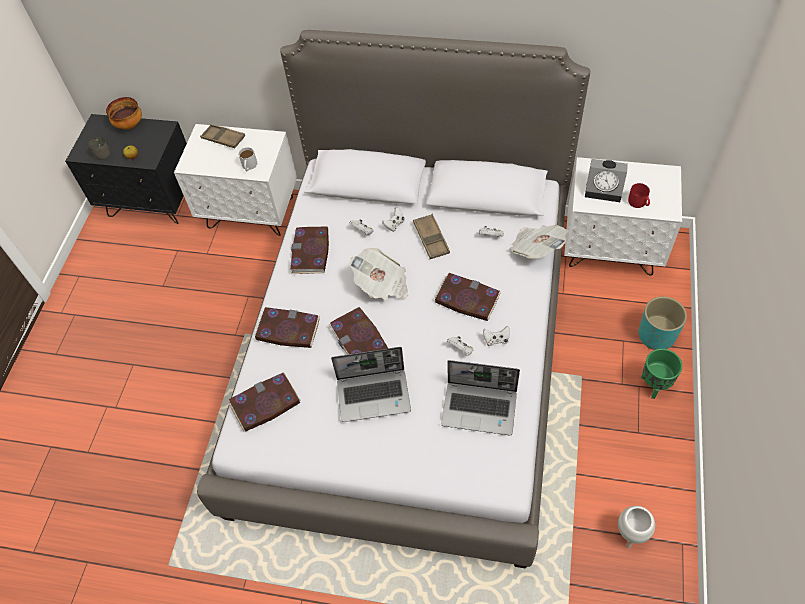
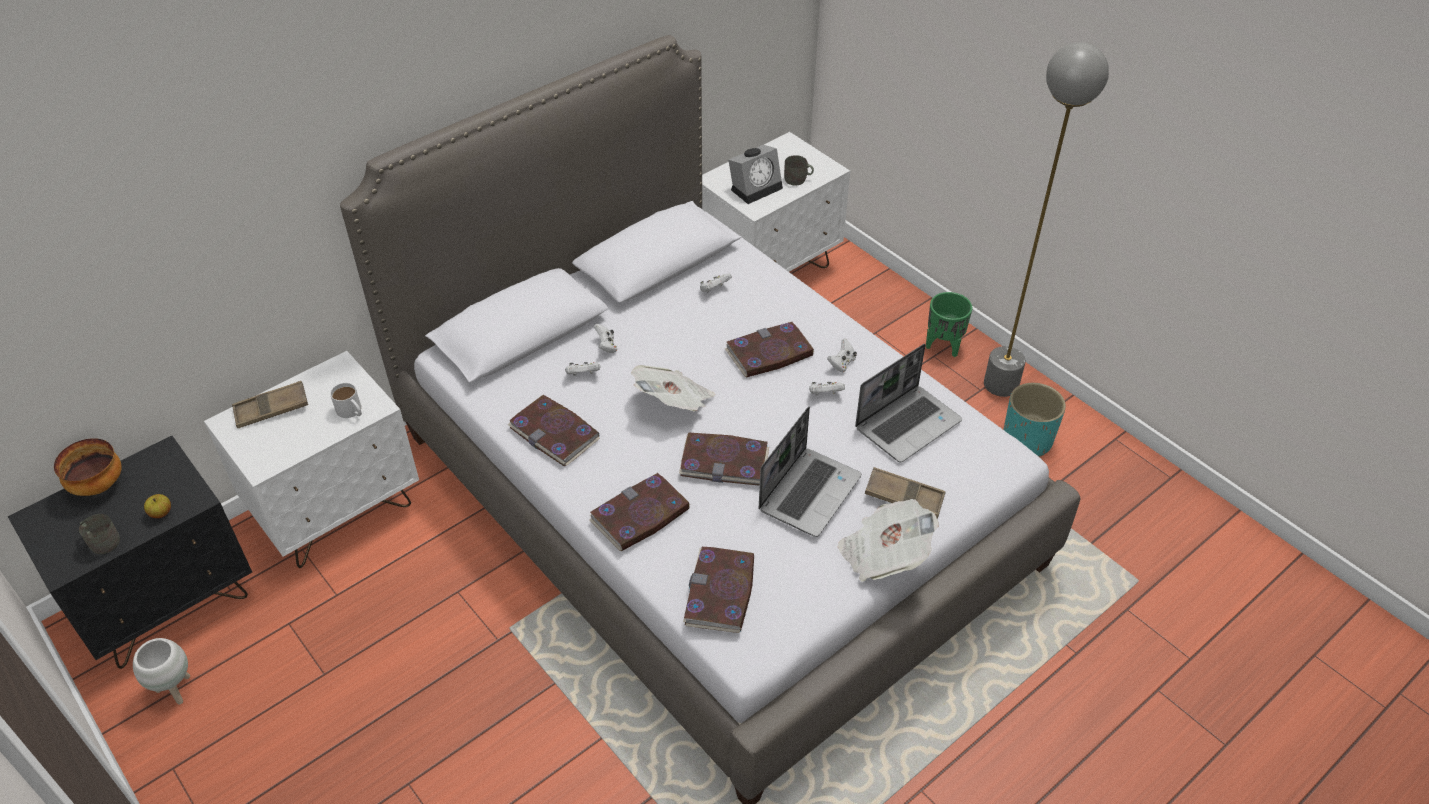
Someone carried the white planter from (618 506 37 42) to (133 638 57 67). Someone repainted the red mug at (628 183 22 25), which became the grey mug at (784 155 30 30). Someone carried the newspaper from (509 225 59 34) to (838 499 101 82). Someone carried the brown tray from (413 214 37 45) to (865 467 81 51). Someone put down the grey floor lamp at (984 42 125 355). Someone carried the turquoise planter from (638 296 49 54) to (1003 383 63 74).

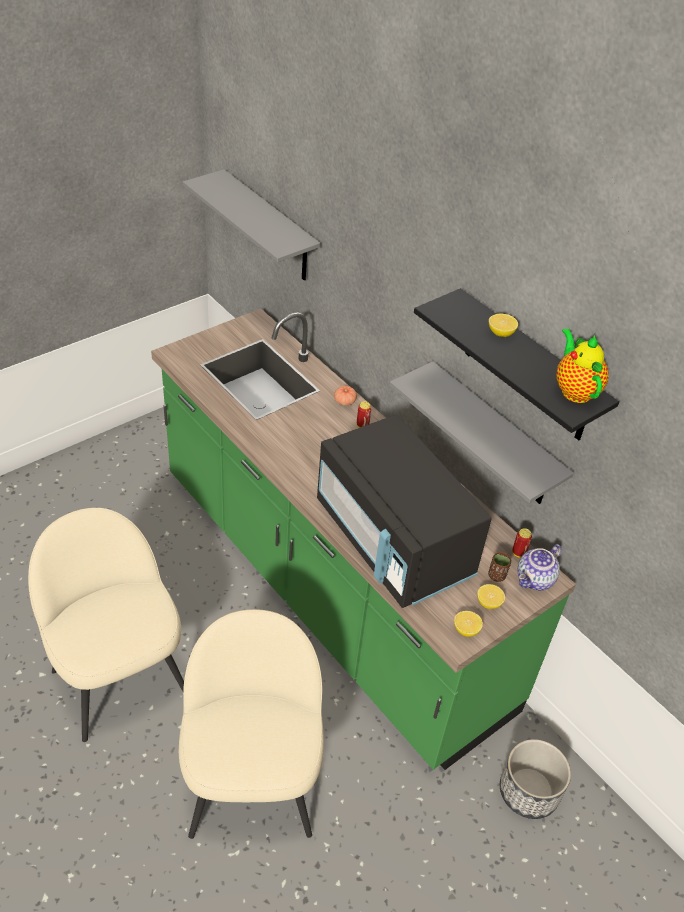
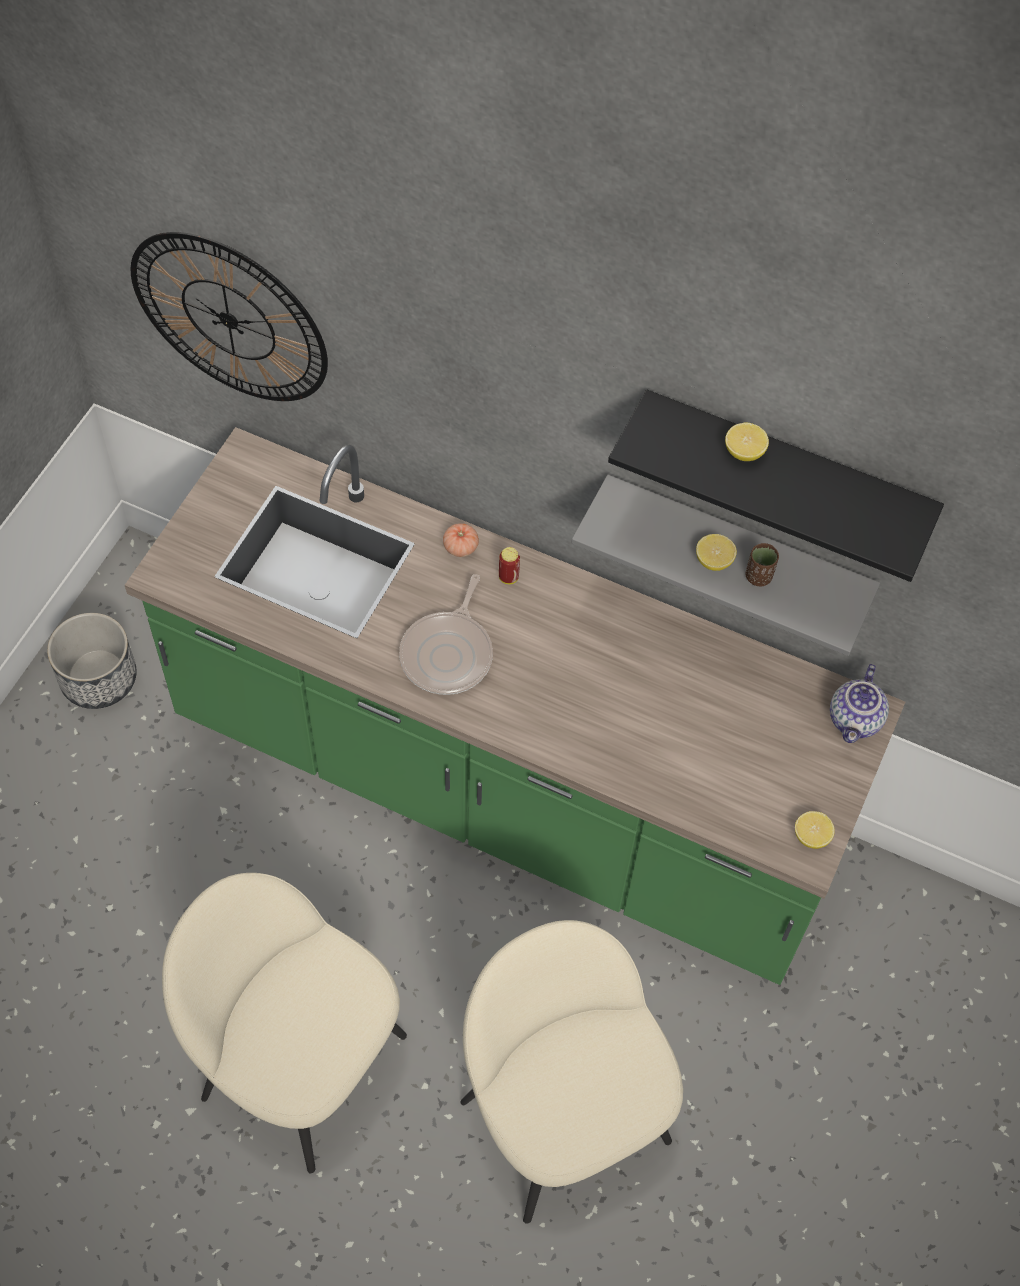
Someone carried the planter from (500 739 71 80) to (47 613 90 96). Someone swapped the grey shelf at (183 169 137 112) for the wall clock at (131 232 197 169). Someone put down the frying pan at (399 574 94 121). Someone carried the lemon from (477 584 28 25) to (696 534 41 37). Someone carried the brown cup from (488 552 24 30) to (746 543 33 43). Someone took away the black microwave at (317 415 174 193). Someone took away the can at (512 528 20 30). Someone took away the teapot at (556 329 53 74).

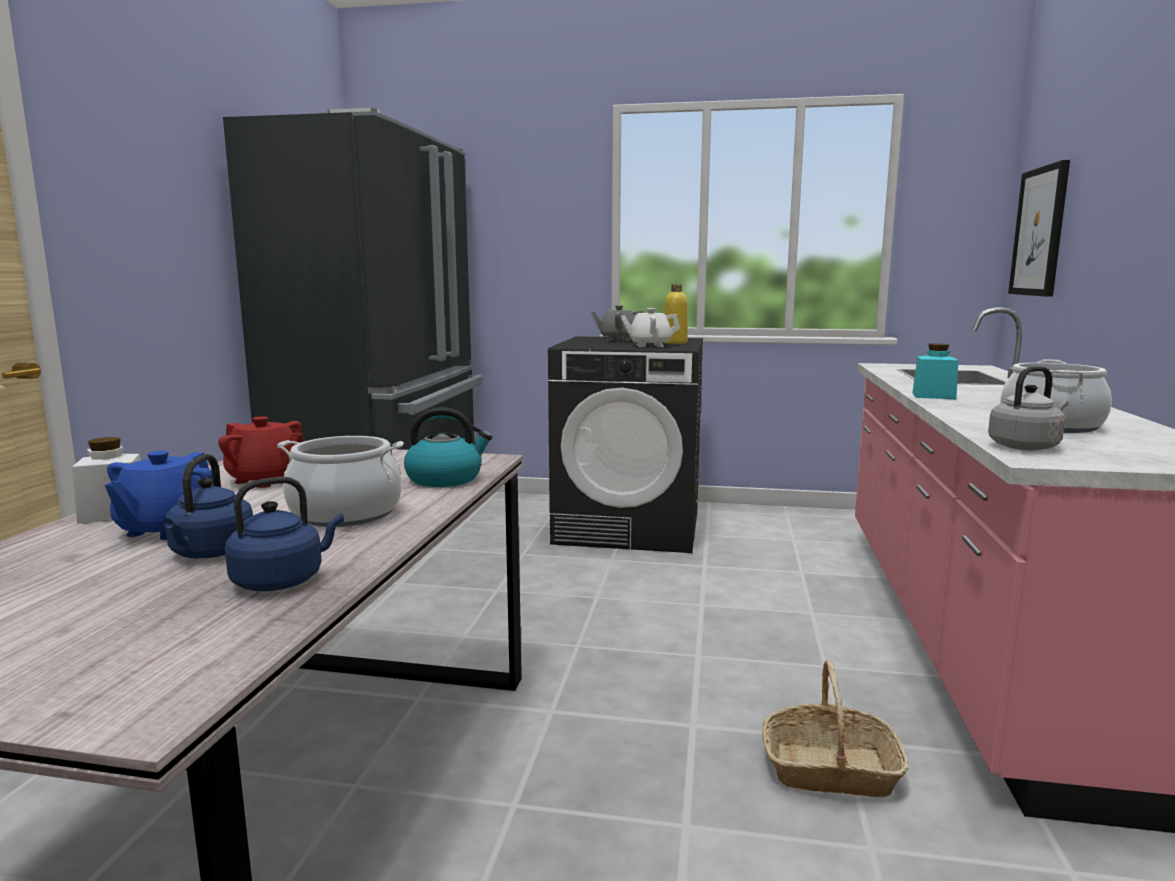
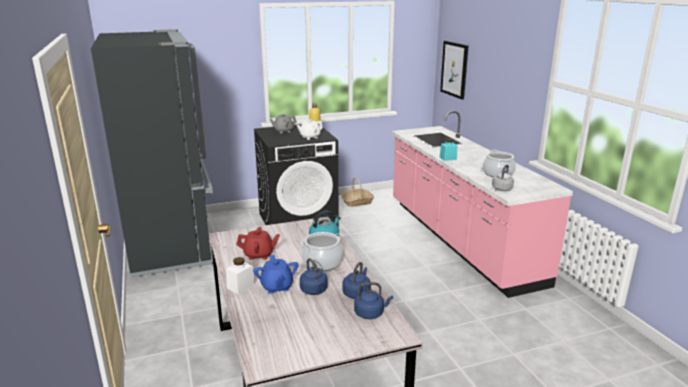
Someone carried the basket from (762 660 147 137) to (341 177 33 30). Someone put down the blue kettle at (354 282 39 37).

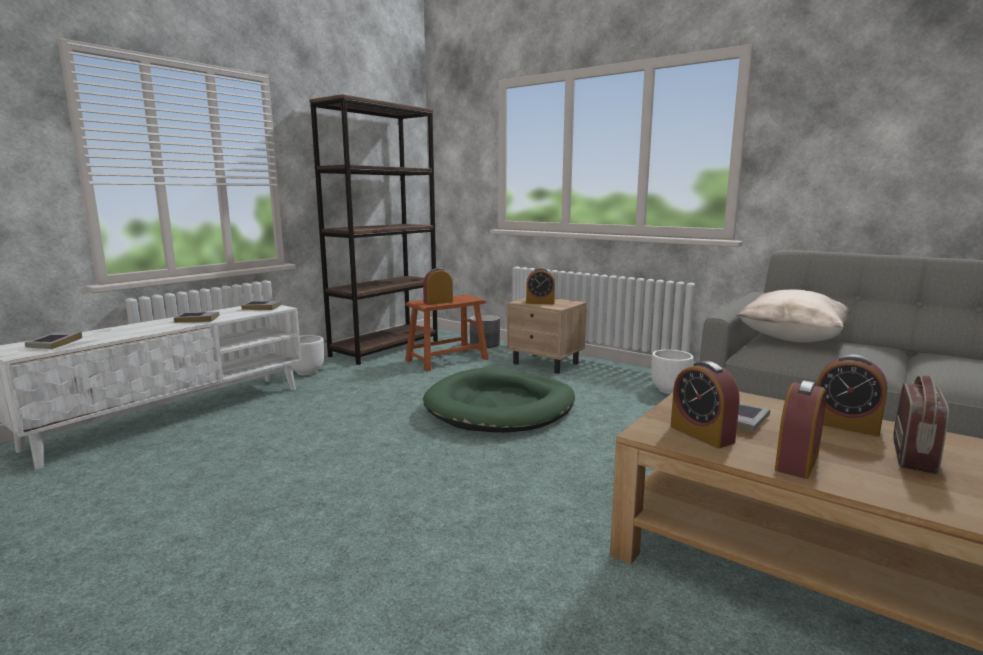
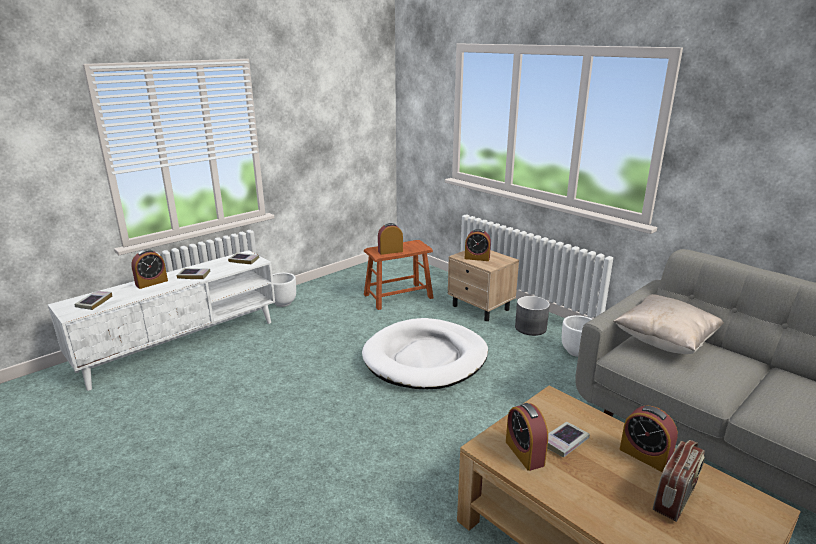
Someone carried the alarm clock from (775 380 51 99) to (131 249 37 40). Someone repainted the green dog bed at (423 368 152 64), which became the white dog bed at (362 318 126 71). Someone carried the grey planter from (470 315 30 33) to (515 296 35 40). Someone took away the brown bookcase at (309 94 129 271).

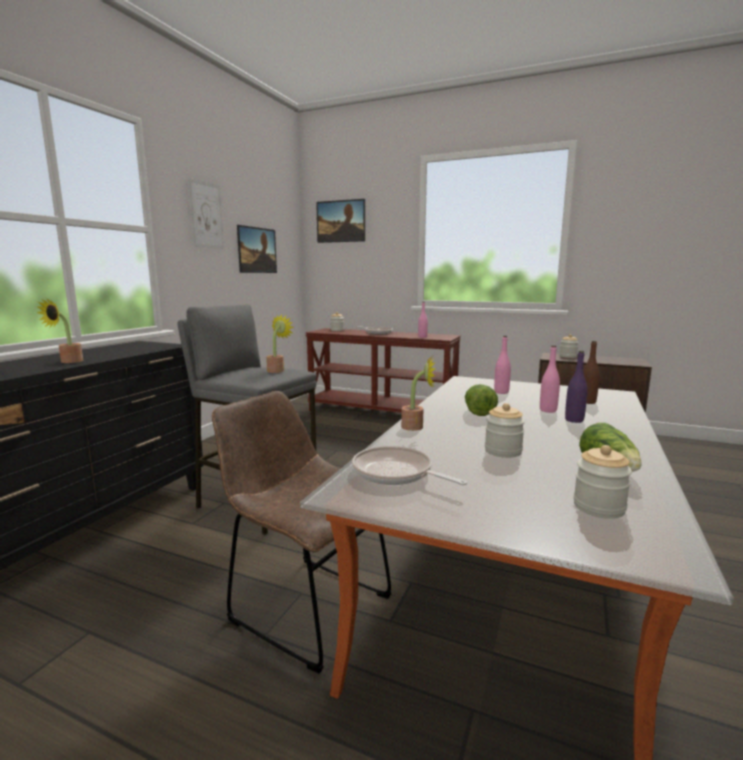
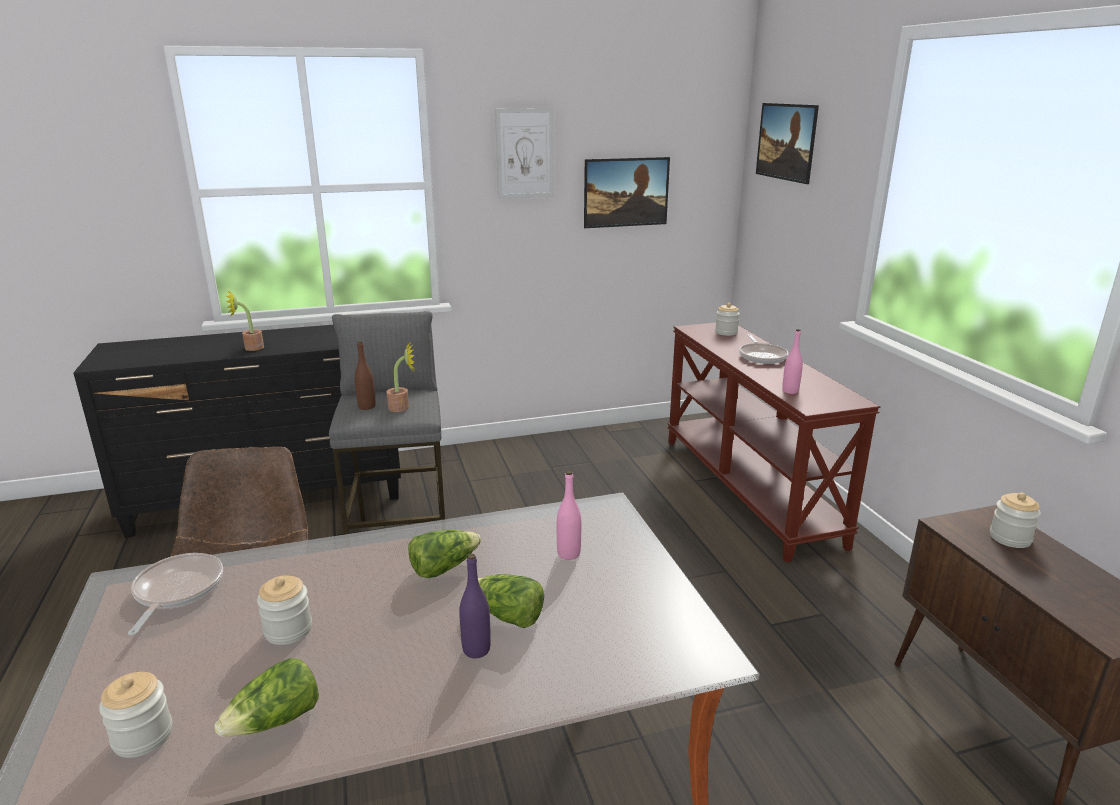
Someone carried the brown bottle from (583 341 17 63) to (355 341 21 69). Someone swapped the pink bottle at (540 345 20 68) for the lettuce at (478 574 66 54). Someone took away the potted plant at (401 357 35 74).

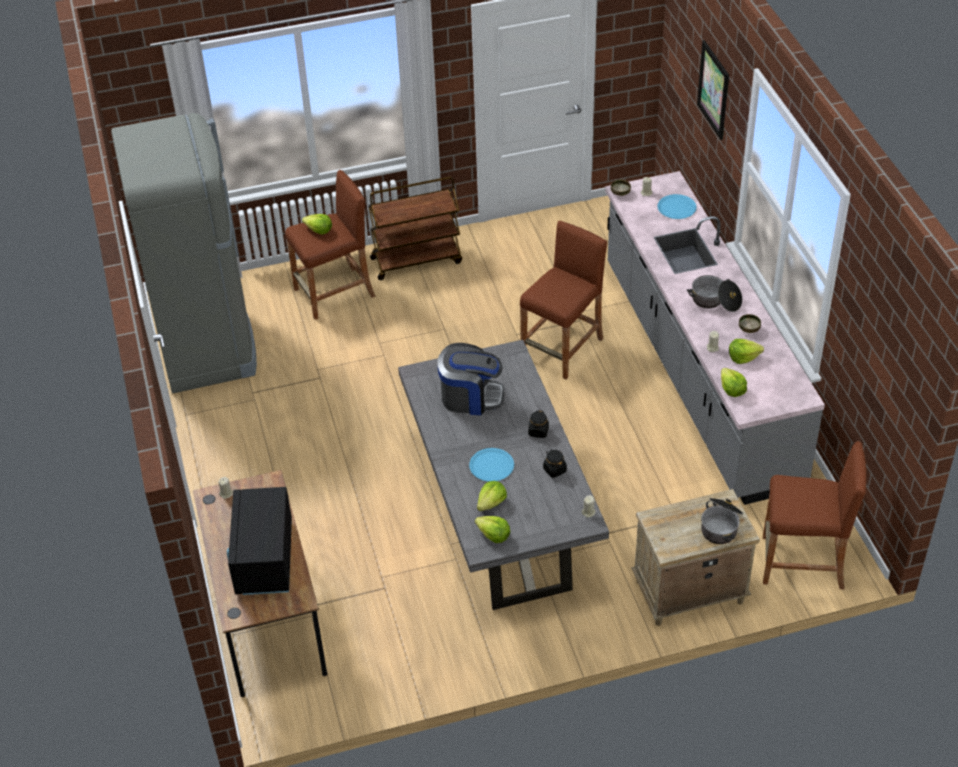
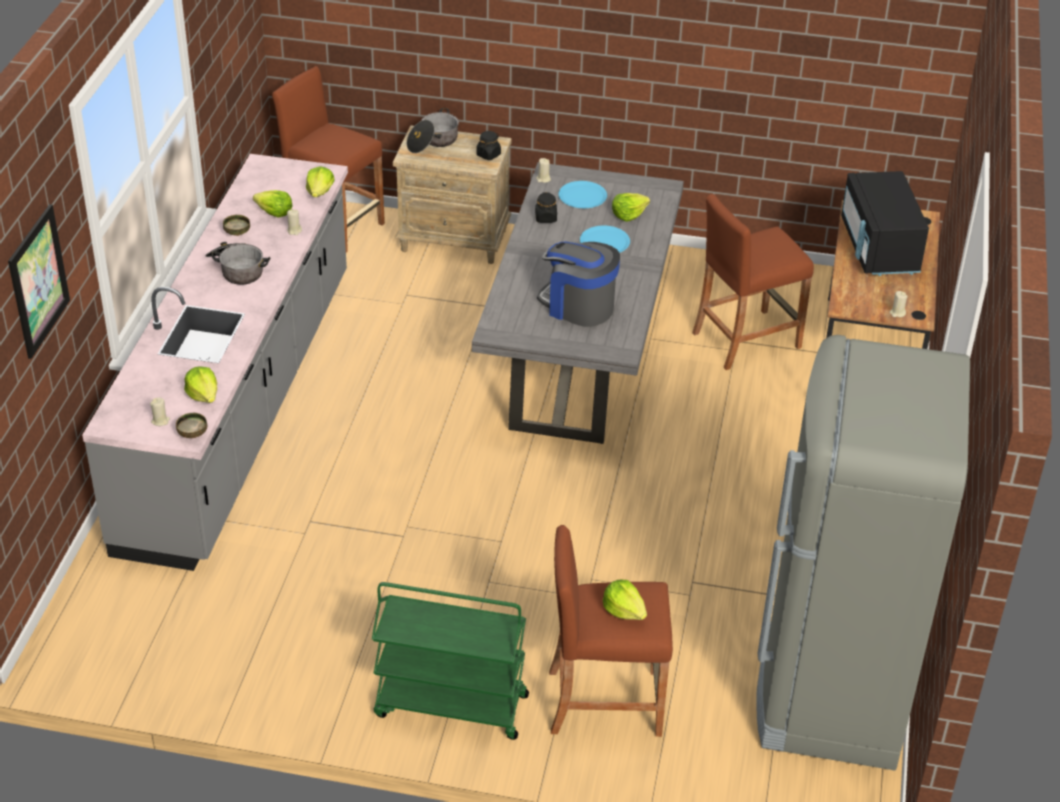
Someone carried the lettuce from (475 516 35 27) to (184 366 33 37). Someone repainted the brown cart at (368 177 94 103), which became the green cart at (372 582 157 158). Someone carried the black jar from (528 410 21 28) to (476 131 25 29). Someone carried the blue plate from (657 194 40 25) to (559 181 48 27). Someone carried the brown stool from (520 221 87 159) to (692 194 122 176). Someone rotated the black microwave at (227 487 65 108) by 150 degrees clockwise.

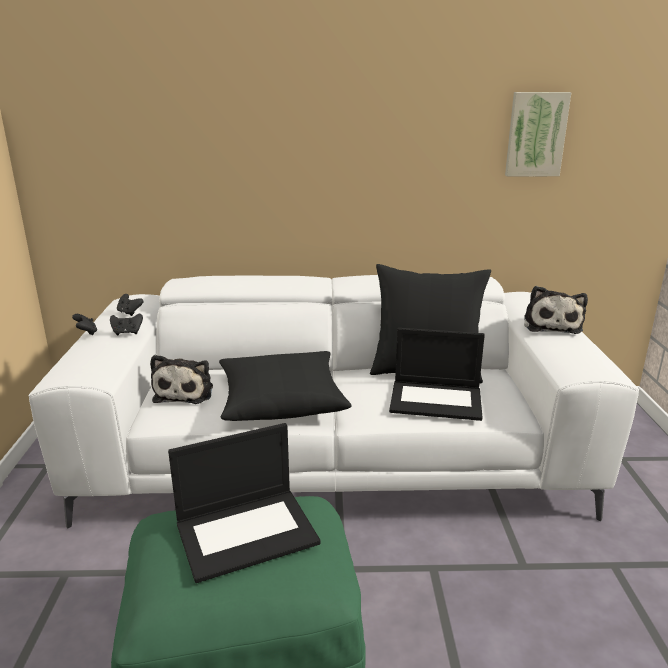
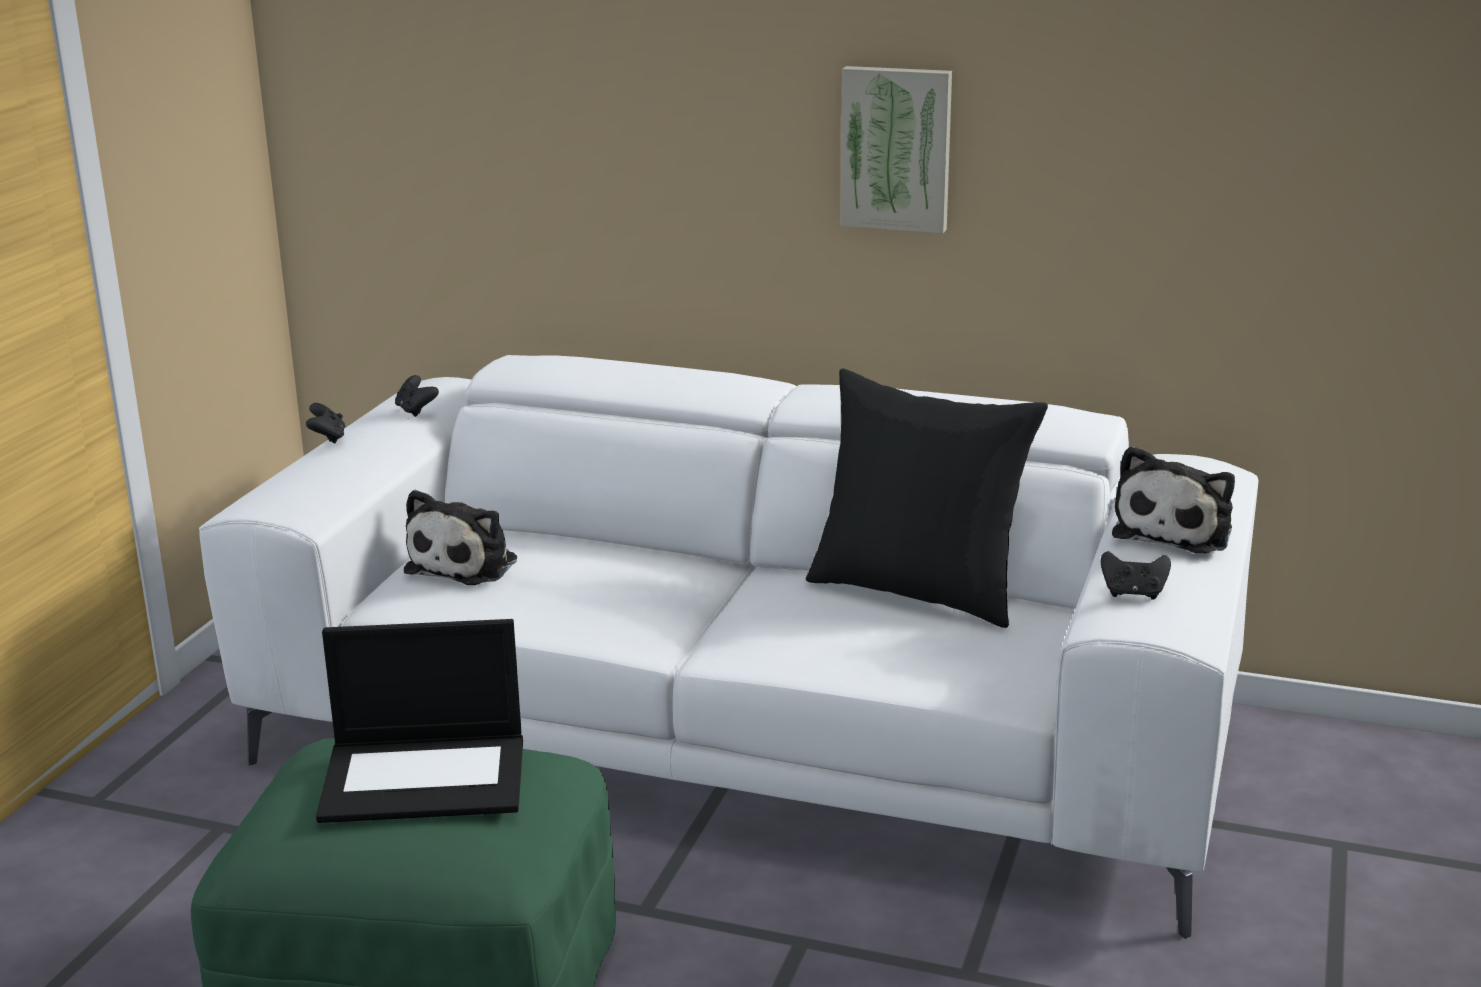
Someone carried the picture from (505 92 67 85) to (840 66 112 167). Someone carried the black game controller from (110 314 33 21) to (1101 551 70 49). Someone took away the black pillow at (219 351 133 70). Someone took away the laptop at (389 328 96 93).

